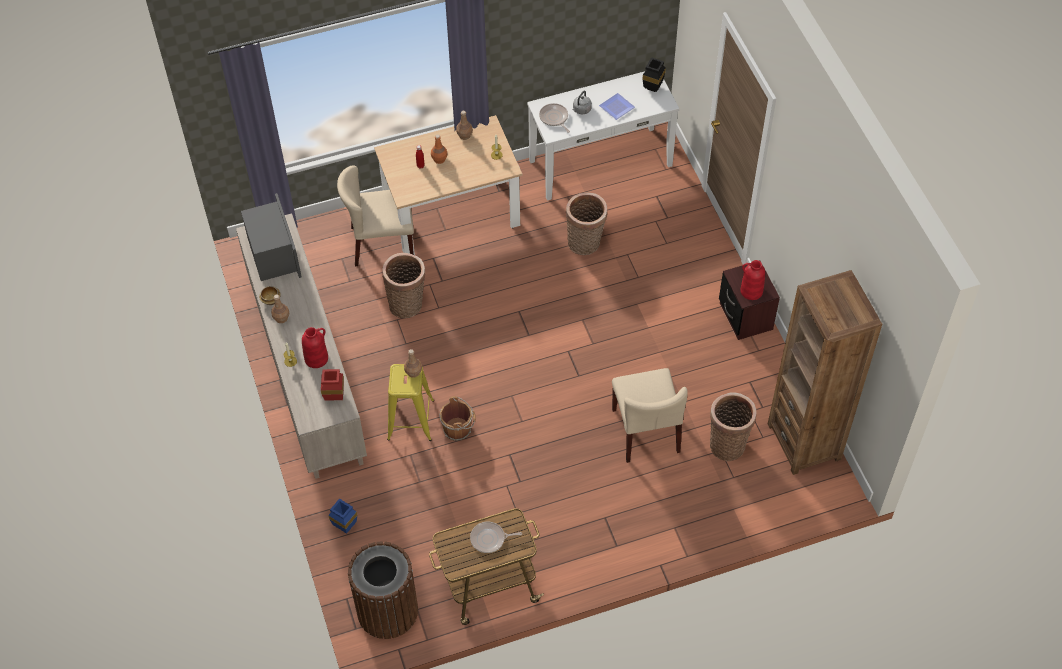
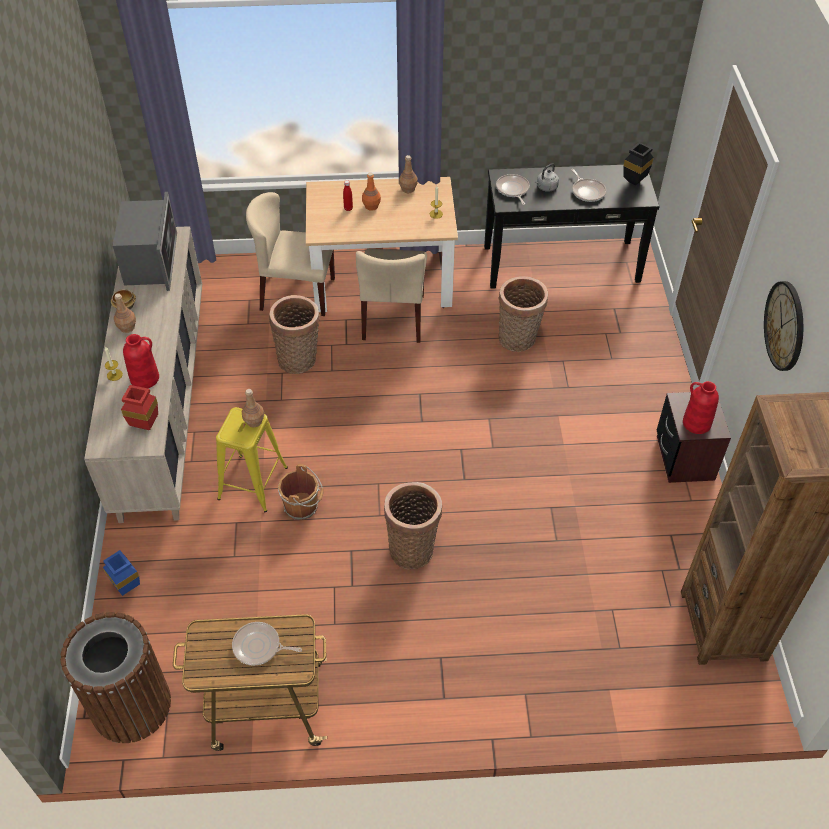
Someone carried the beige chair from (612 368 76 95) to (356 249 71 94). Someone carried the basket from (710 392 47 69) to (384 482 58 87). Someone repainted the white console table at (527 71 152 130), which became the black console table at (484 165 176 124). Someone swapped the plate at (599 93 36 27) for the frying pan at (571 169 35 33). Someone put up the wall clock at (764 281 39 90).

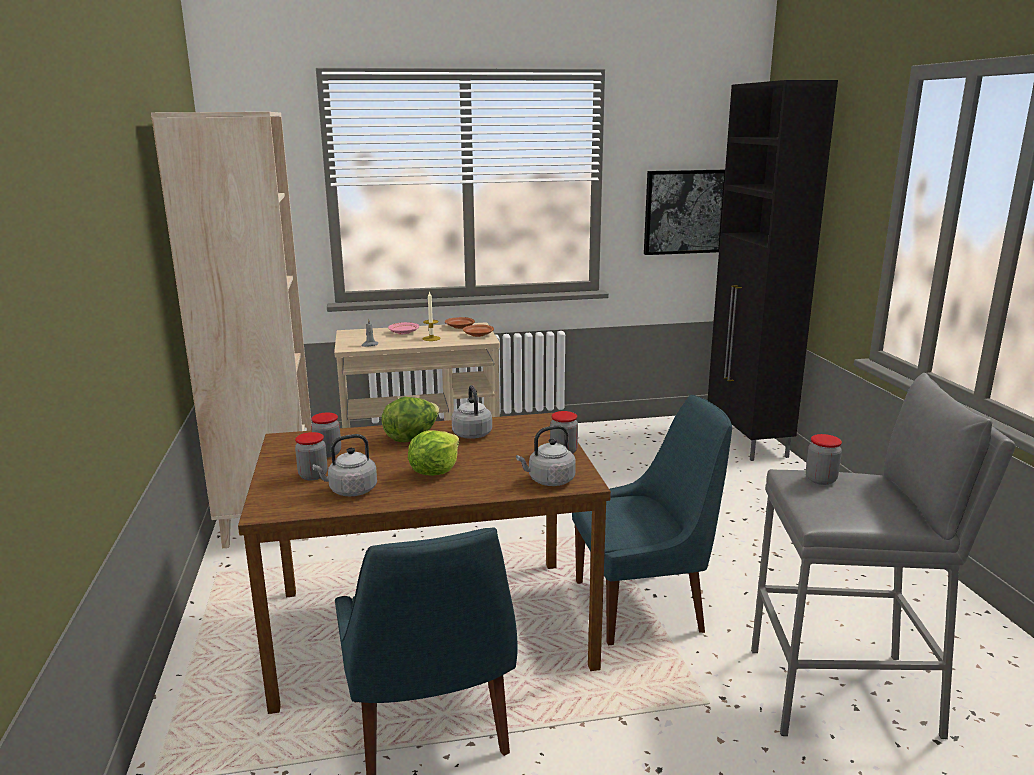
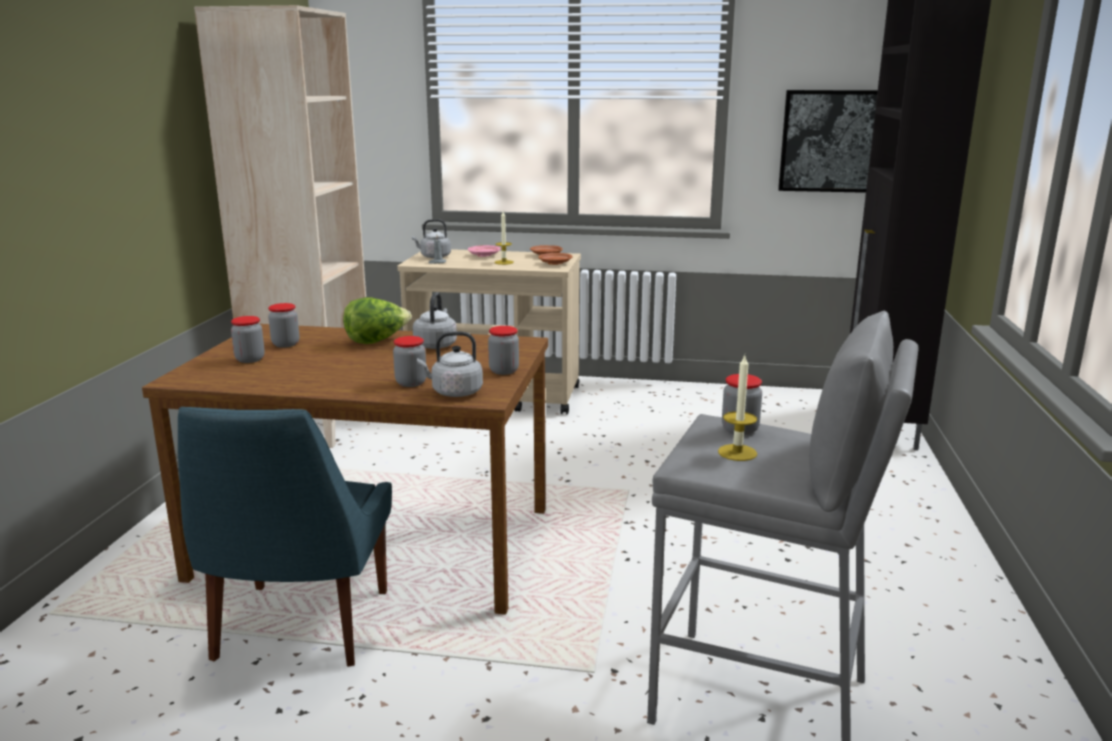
Someone put down the jar at (393 336 33 51). Someone carried the grey kettle from (312 434 65 62) to (412 219 39 39). Someone put down the candle at (718 356 39 105). Someone took away the lettuce at (408 430 51 46). Someone took away the blue chair at (572 395 160 250).

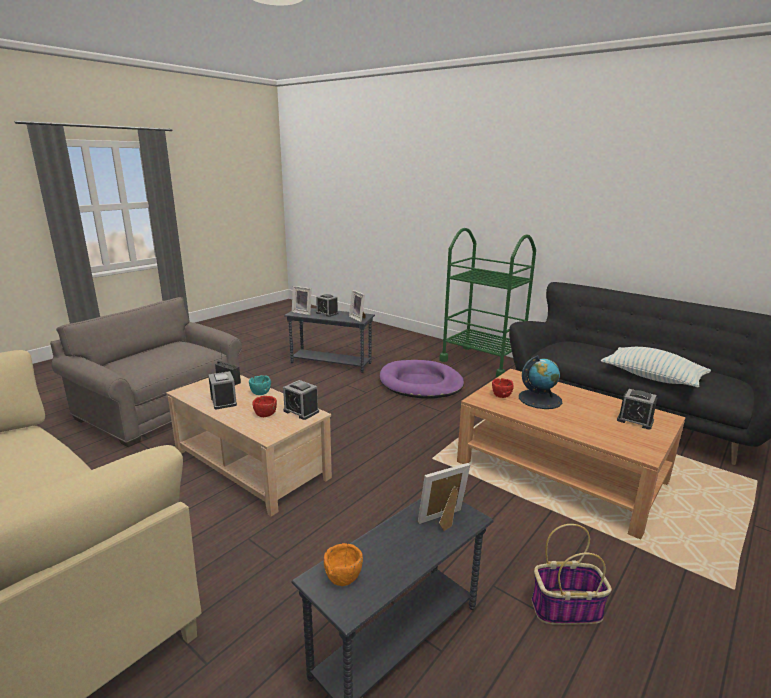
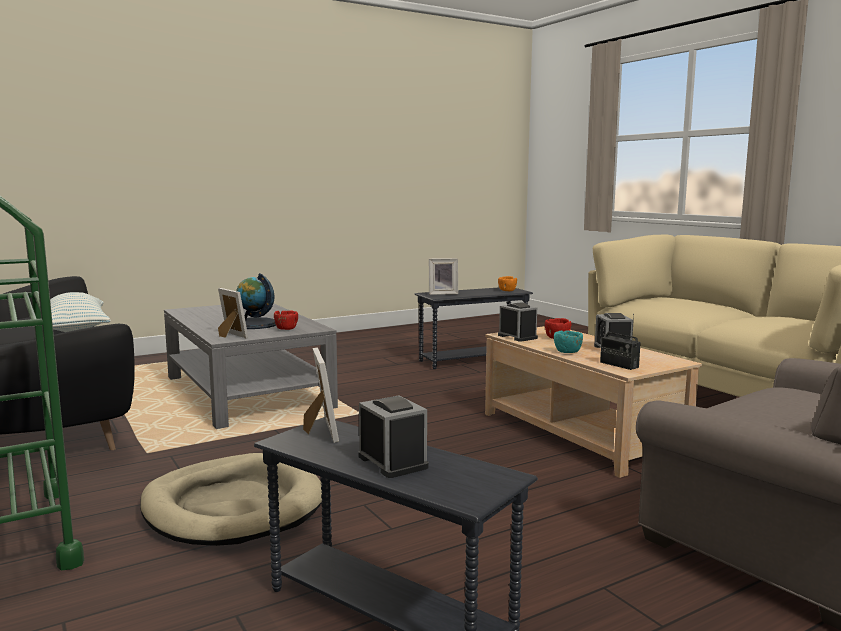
Someone repainted the purple dog bed at (380 360 84 39), which became the beige dog bed at (140 453 182 93). Someone repainted the brown coffee table at (457 369 229 171), which became the grey coffee table at (164 303 174 126). Someone carried the picture frame from (292 286 20 29) to (218 288 30 50). Someone took away the basket at (532 524 80 101). Someone took away the alarm clock at (617 389 40 41).

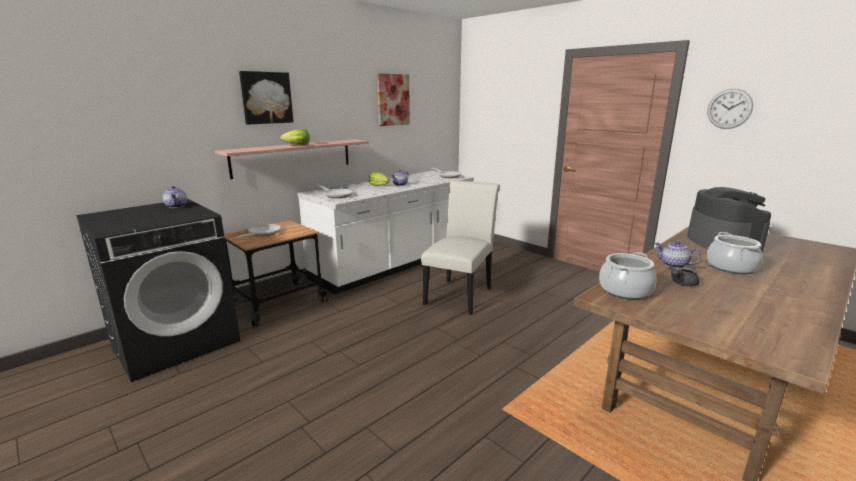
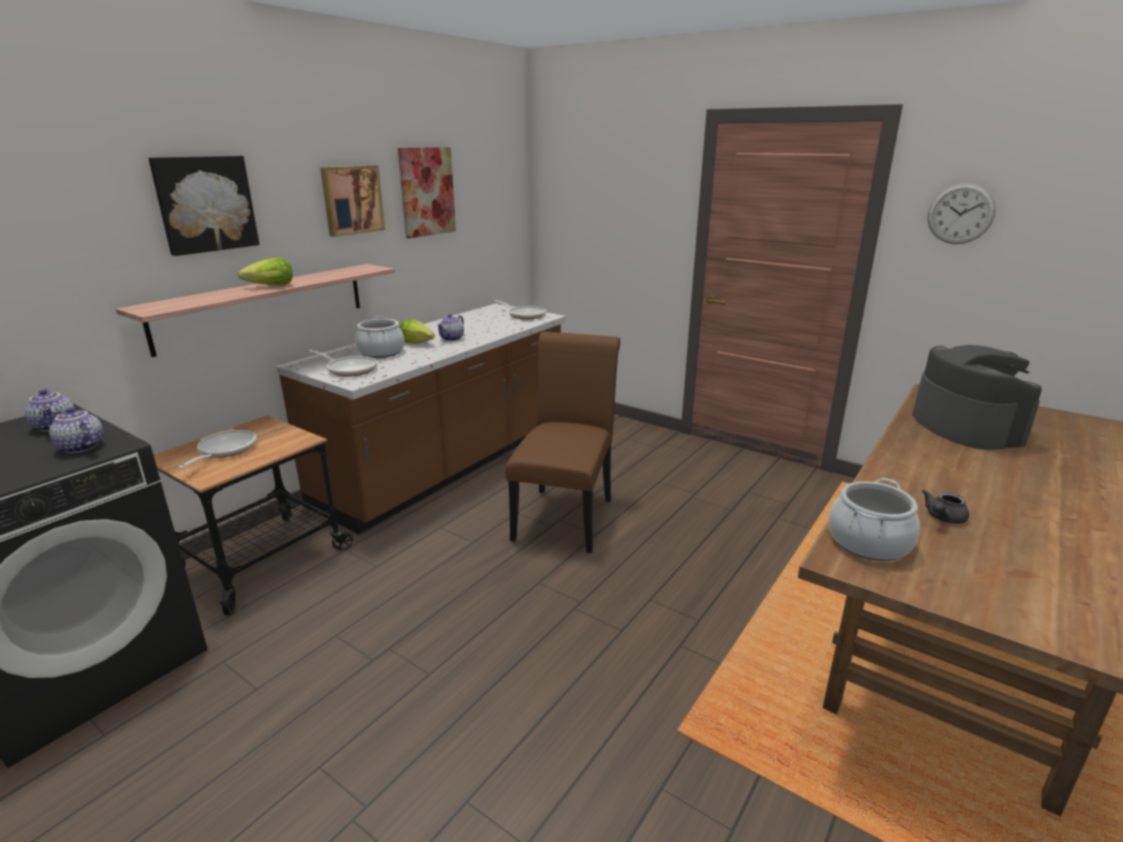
Someone carried the teapot from (654 241 47 27) to (49 407 54 46). Someone repainted the white counter at (297 171 177 124), which became the brown counter at (277 303 289 231). Someone put up the picture at (320 165 65 72). Someone carried the cooking pot from (707 232 56 42) to (355 316 49 42). Someone repainted the white chair at (421 180 79 135), which became the brown chair at (505 332 115 221).

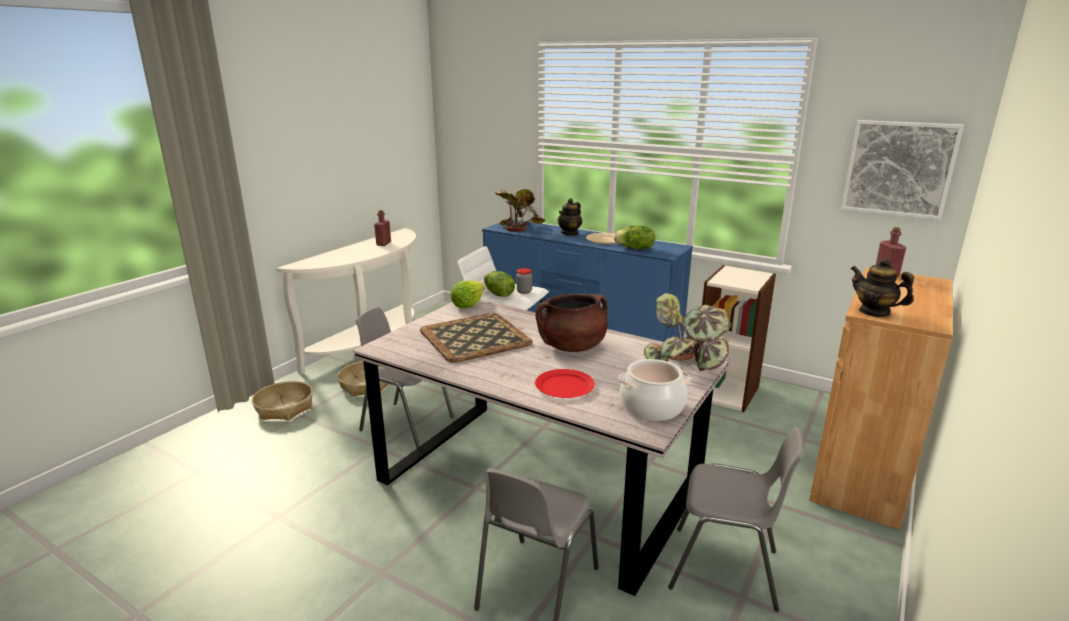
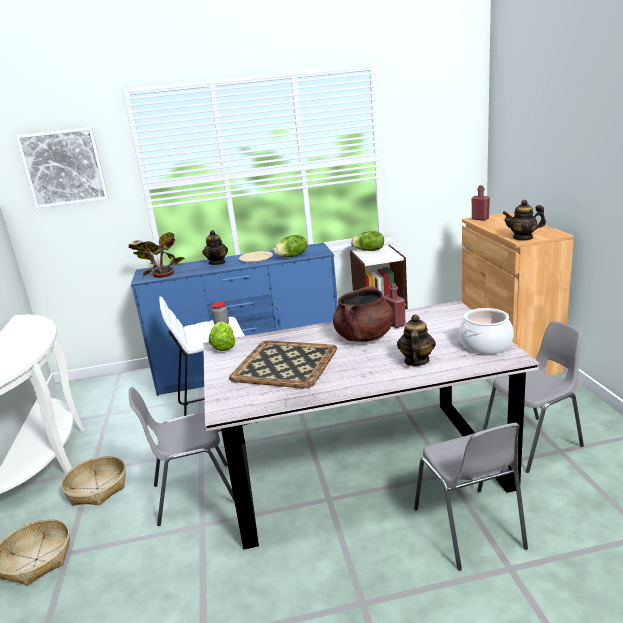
Someone carried the picture from (841 120 123 100) to (16 127 93 81). Someone carried the lettuce from (484 271 31 26) to (351 231 33 20). Someone carried the red bottle from (374 210 17 36) to (384 283 22 45). Someone swapped the red plate at (535 369 60 29) for the teapot at (397 314 39 52). Someone took away the potted plant at (644 293 87 78).

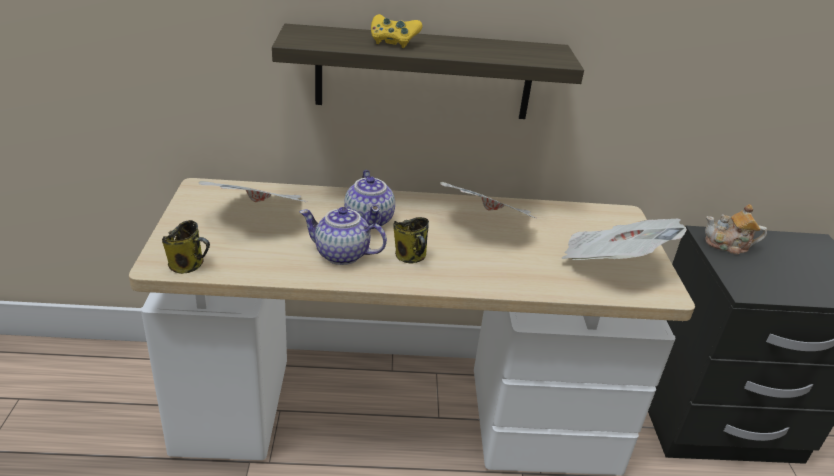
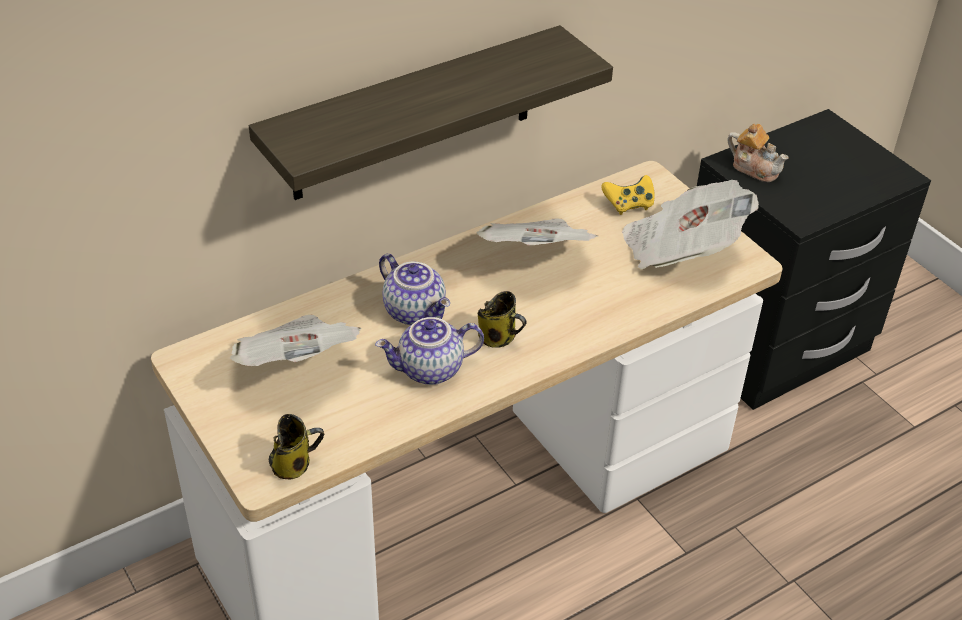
Someone carried the yellow game controller from (371 14 51 34) to (601 175 54 40). Someone rotated the teapot at (705 204 62 51) by 120 degrees counterclockwise.

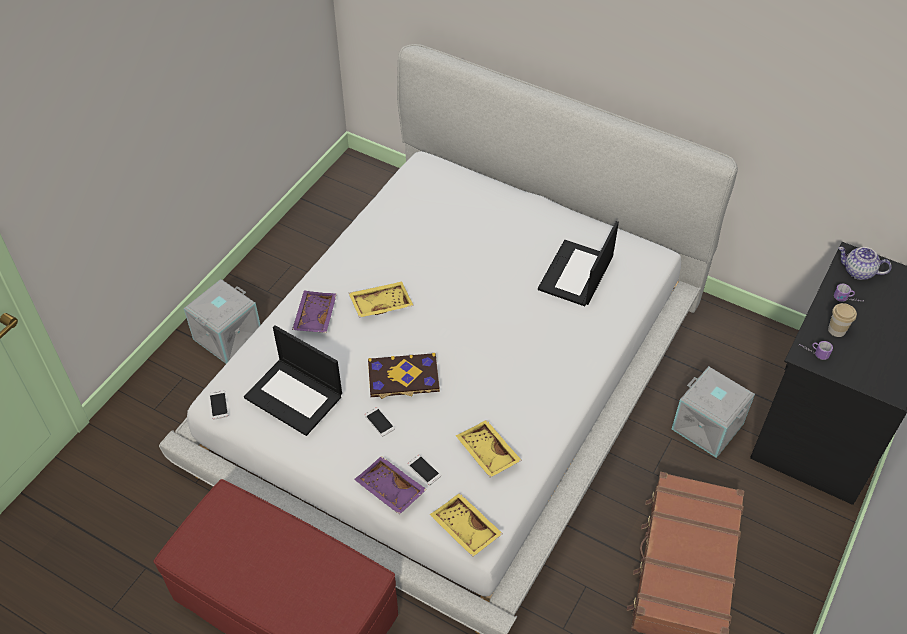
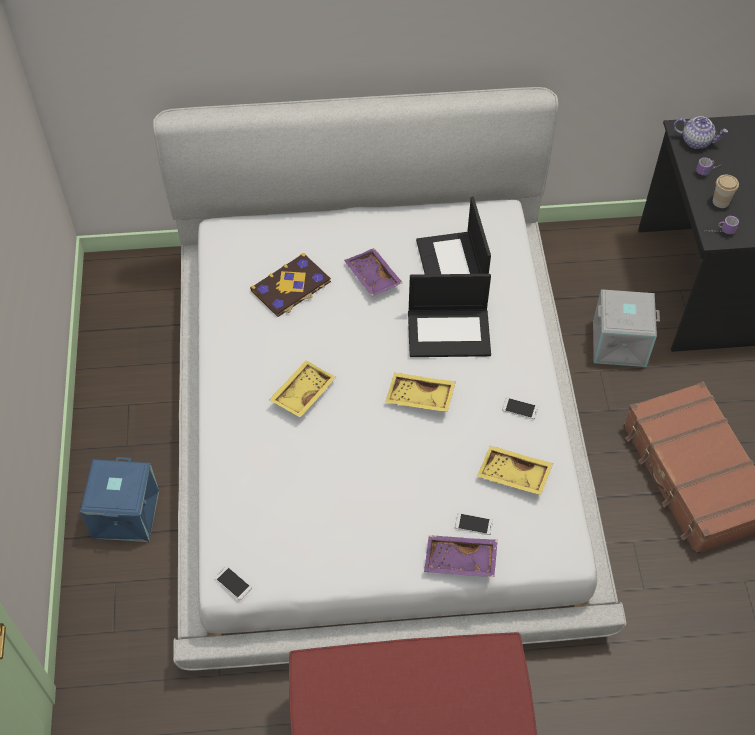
Someone repainted the grey storage box at (184 279 76 85), which became the blue storage box at (80 457 79 85). Someone carried the book from (368 353 72 46) to (250 253 81 64). Someone carried the purple tray from (292 290 45 43) to (344 248 59 48). Someone carried the yellow tray from (430 493 73 64) to (385 373 71 39). Someone carried the laptop from (244 325 98 111) to (408 274 83 83). Someone carried the phone from (365 407 30 30) to (502 397 36 22). Someone rotated the teapot at (838 247 54 33) by 150 degrees counterclockwise.

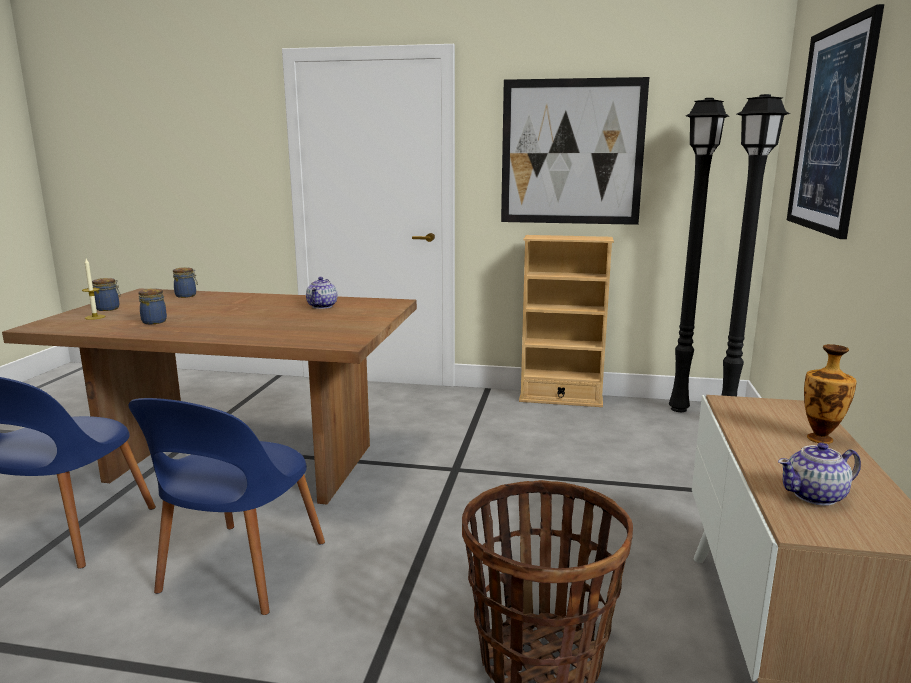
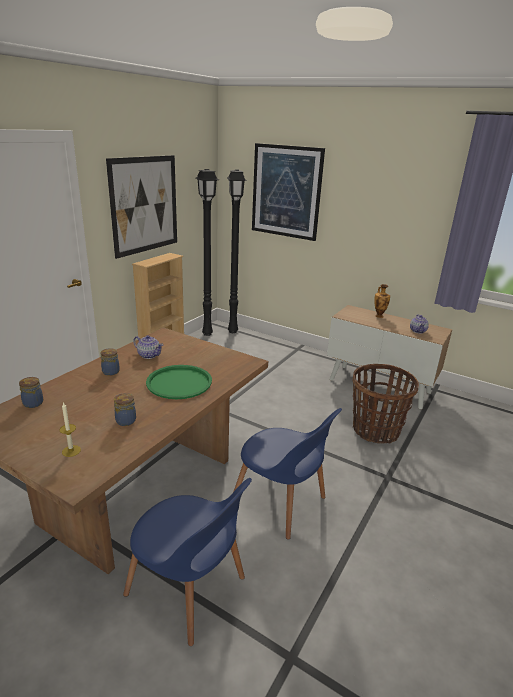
Someone carried the jar from (92 278 29 33) to (101 348 19 28). Someone put down the green tray at (146 365 66 34).

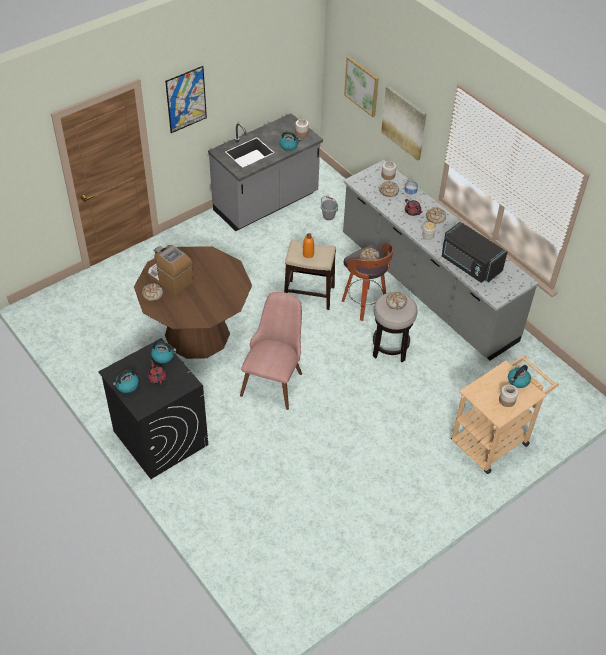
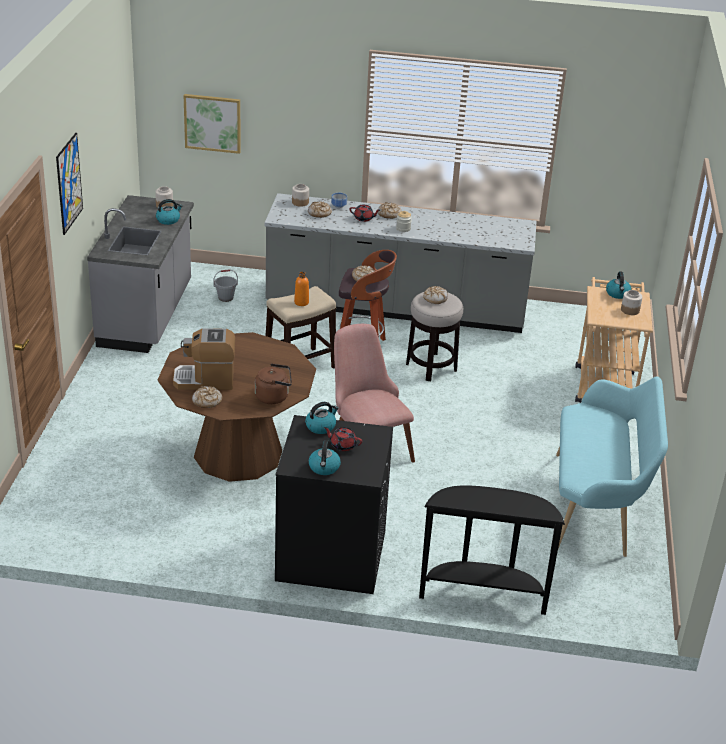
Someone put down the brown kettle at (255 363 37 41). Someone put down the black console table at (419 485 146 130). Someone put down the turquoise bench at (556 377 112 180). Someone took away the picture at (381 86 46 75). Someone took away the black microwave at (442 222 65 61).

